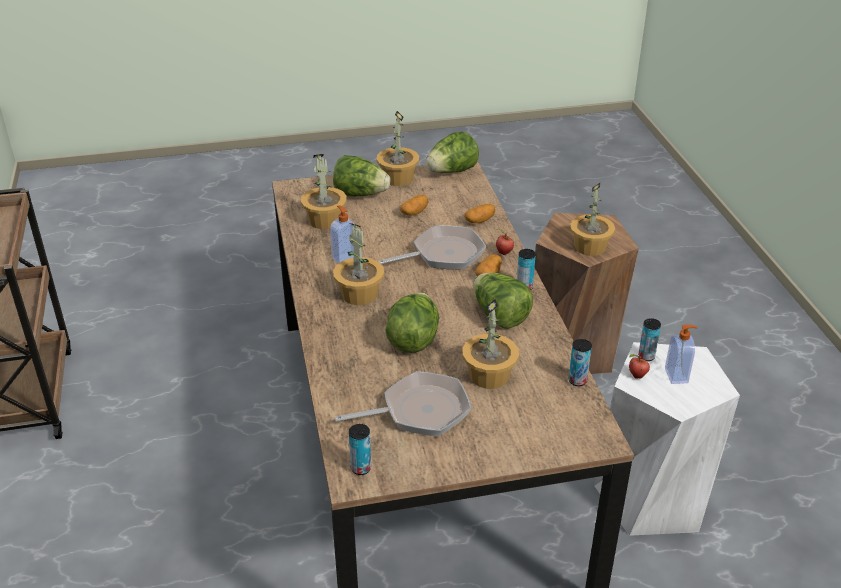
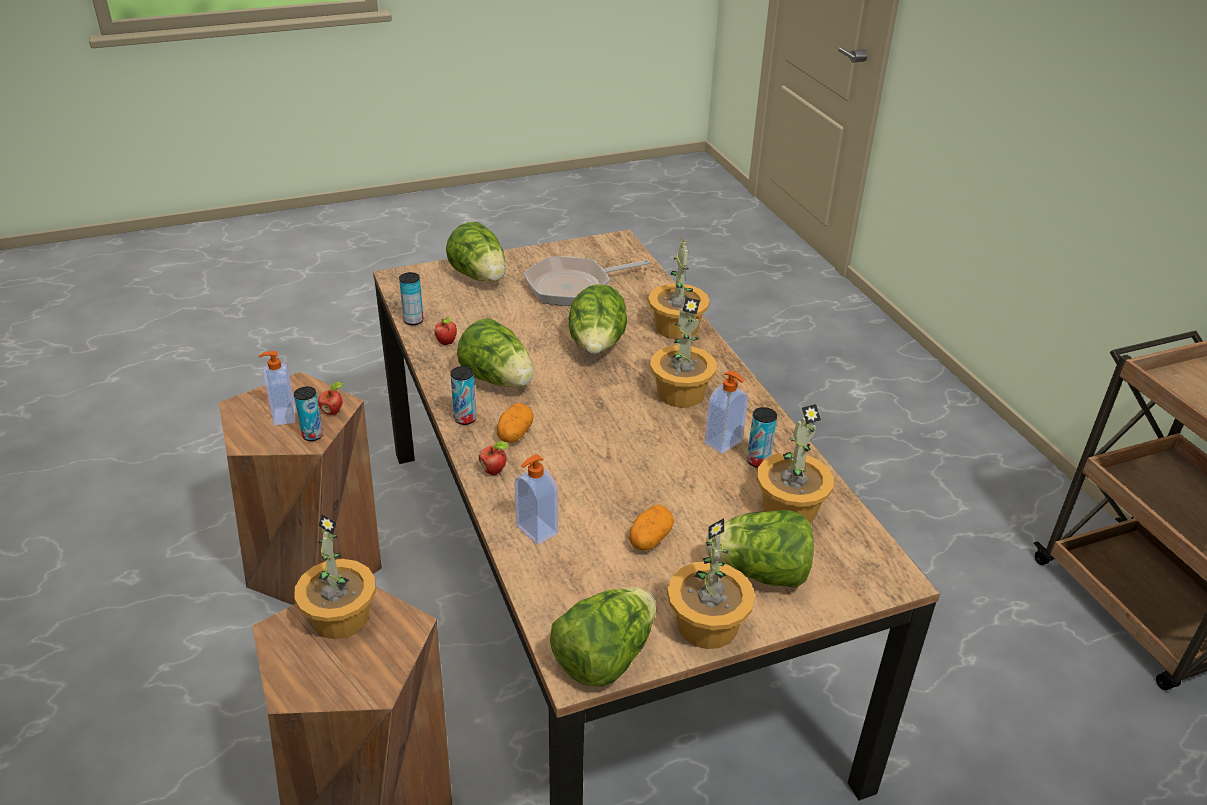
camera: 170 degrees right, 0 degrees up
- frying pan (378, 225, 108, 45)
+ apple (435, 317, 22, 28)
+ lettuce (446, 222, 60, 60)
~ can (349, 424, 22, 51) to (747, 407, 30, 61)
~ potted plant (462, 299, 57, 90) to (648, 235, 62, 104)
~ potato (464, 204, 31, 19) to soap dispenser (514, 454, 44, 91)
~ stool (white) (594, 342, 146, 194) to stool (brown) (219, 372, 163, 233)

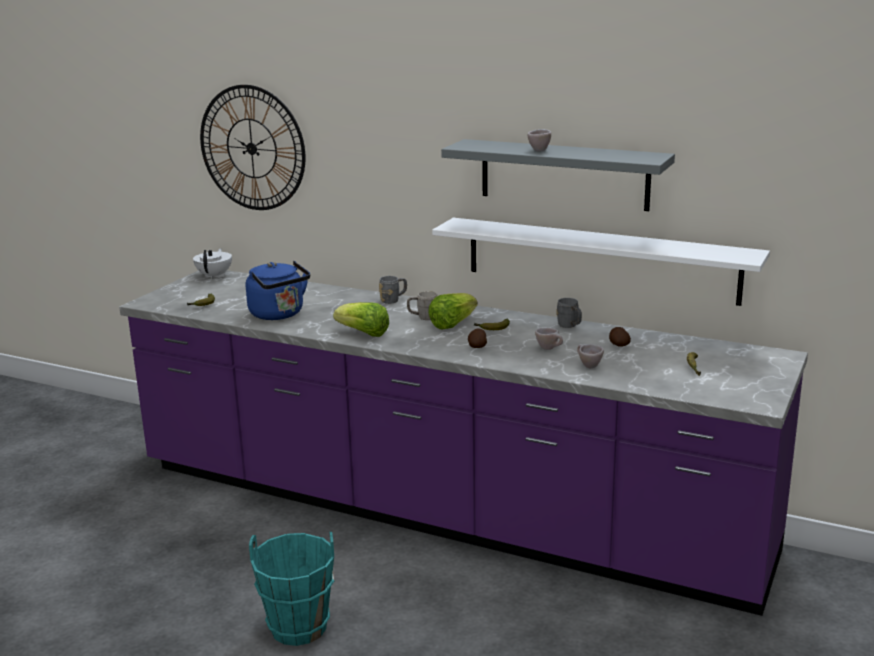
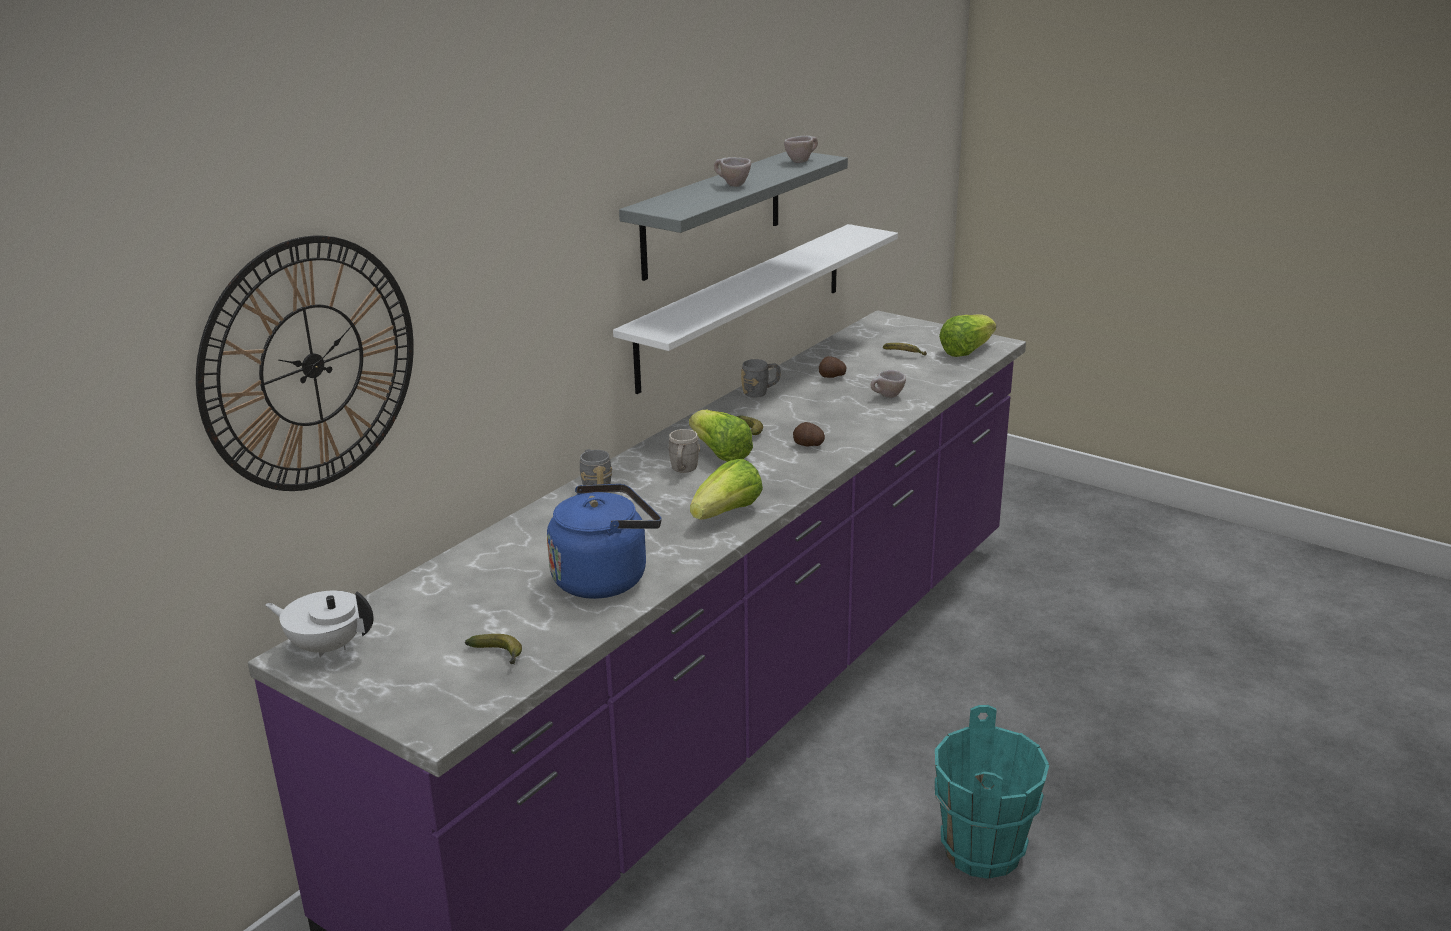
camera: 80 degrees left, 5 degrees up
+ lettuce (939, 314, 57, 43)
~ cup (beige) (535, 328, 28, 22) to (784, 136, 34, 27)

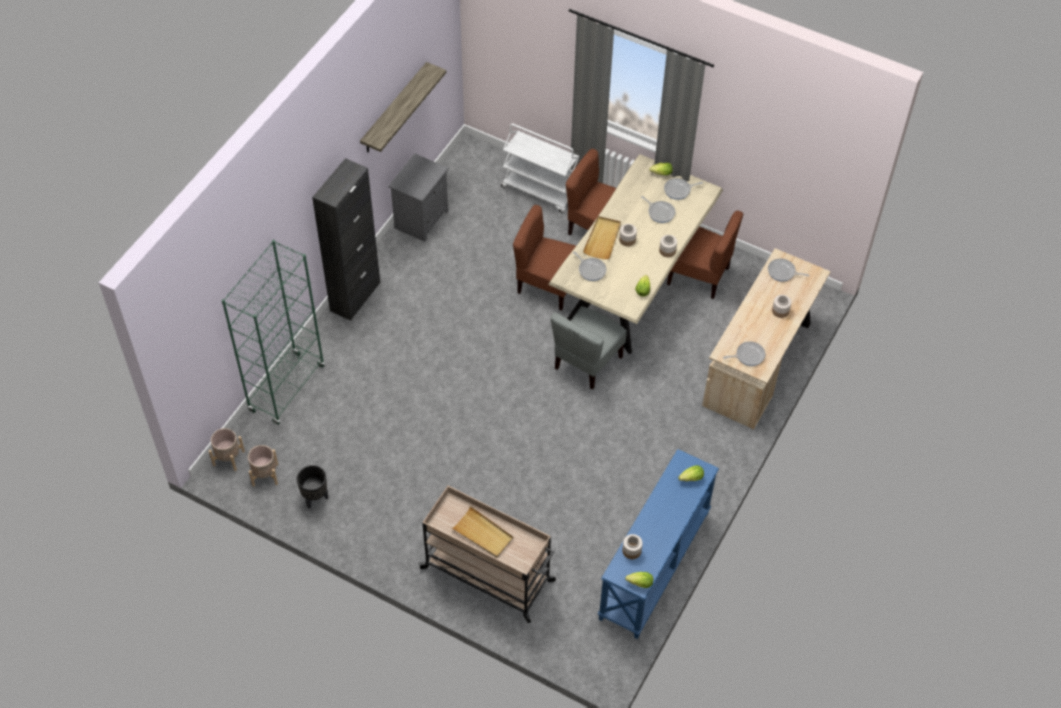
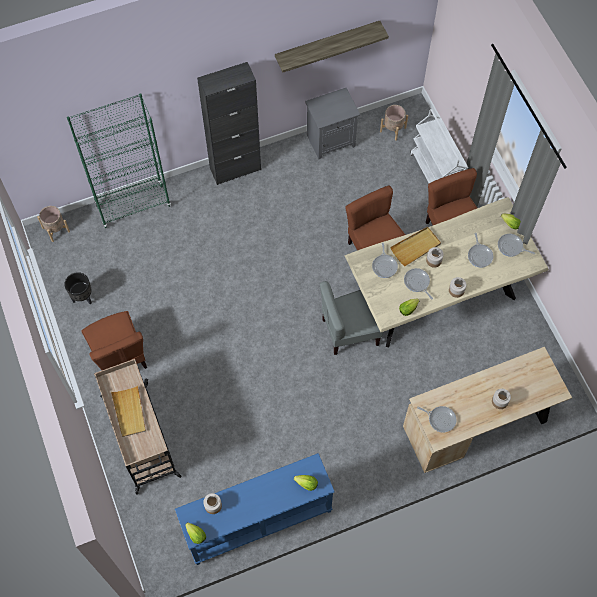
camera: 40 degrees right, 10 degrees up
~ planter (beige) (248, 445, 30, 42) to (380, 105, 28, 36)
~ chair (brown) (667, 211, 76, 88) to (82, 311, 65, 59)
~ frying pan (768, 258, 42, 23) to (404, 268, 29, 32)

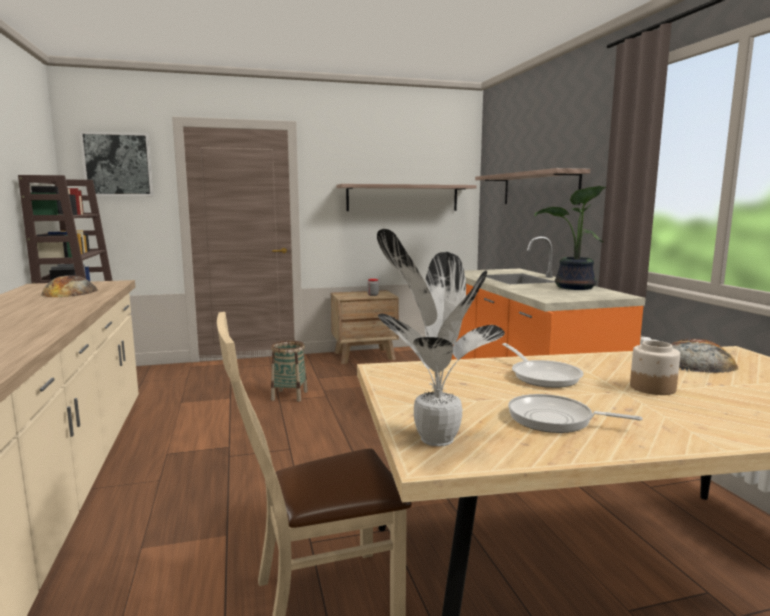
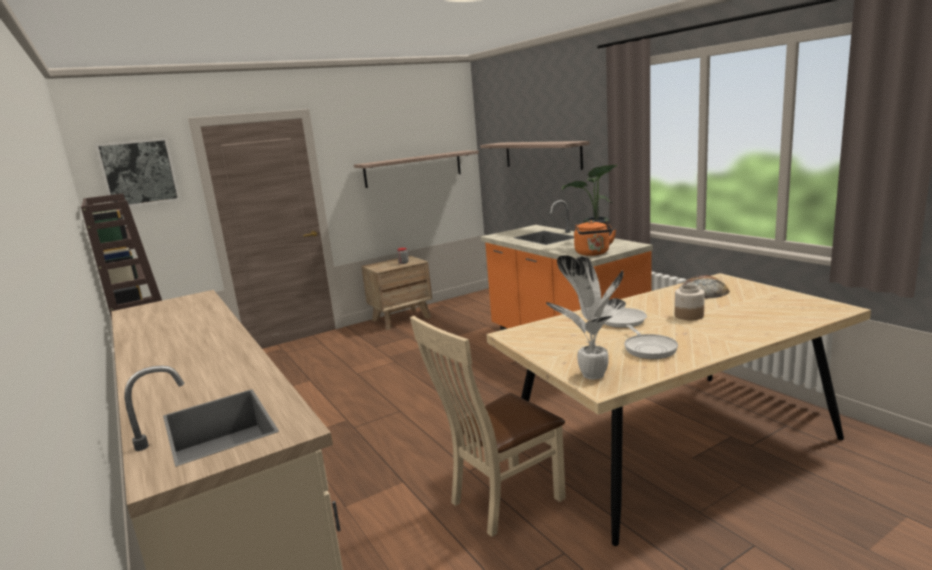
camera: 15 degrees left, 5 degrees up
- bread (41, 275, 57, 22)
- basket (271, 341, 37, 61)
+ kettle (orange) (574, 220, 42, 36)
~ frying pan (508, 394, 135, 39) = (624, 325, 54, 34) 105 degrees counterclockwise

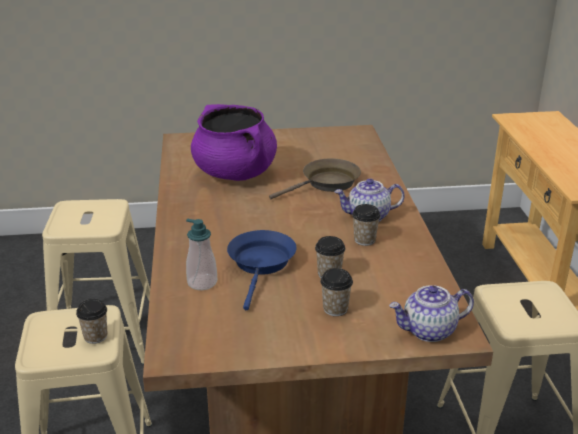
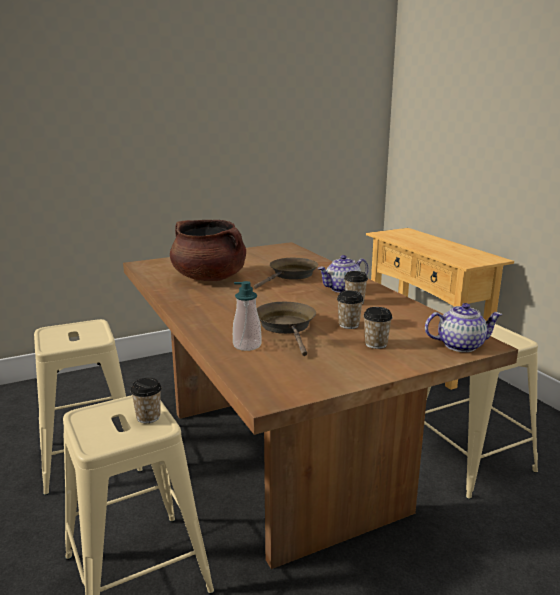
camera: 20 degrees left, 10 degrees down
~ cooking pot (purple) (191, 104, 86, 77) to cooking pot (brown) (170, 220, 76, 61)
~ frying pan (blue) (227, 230, 69, 80) to frying pan (brown) (257, 302, 59, 54)
~ teapot (389, 285, 85, 57) = (425, 303, 78, 49) 150 degrees counterclockwise

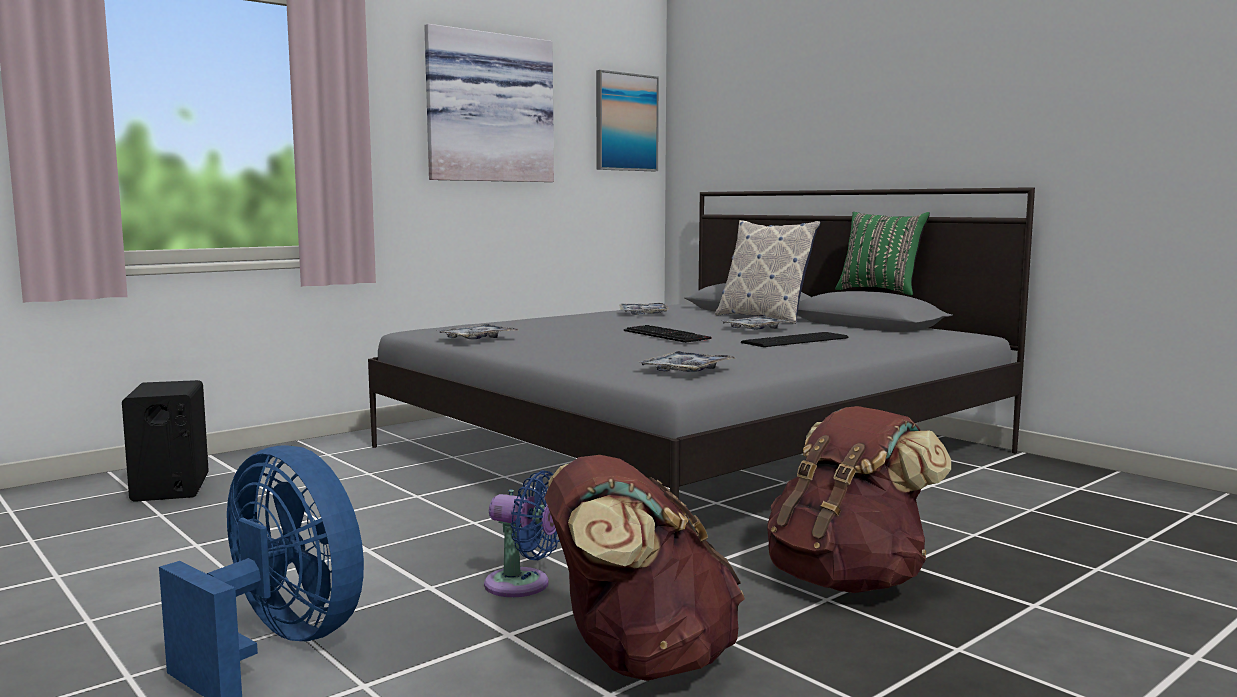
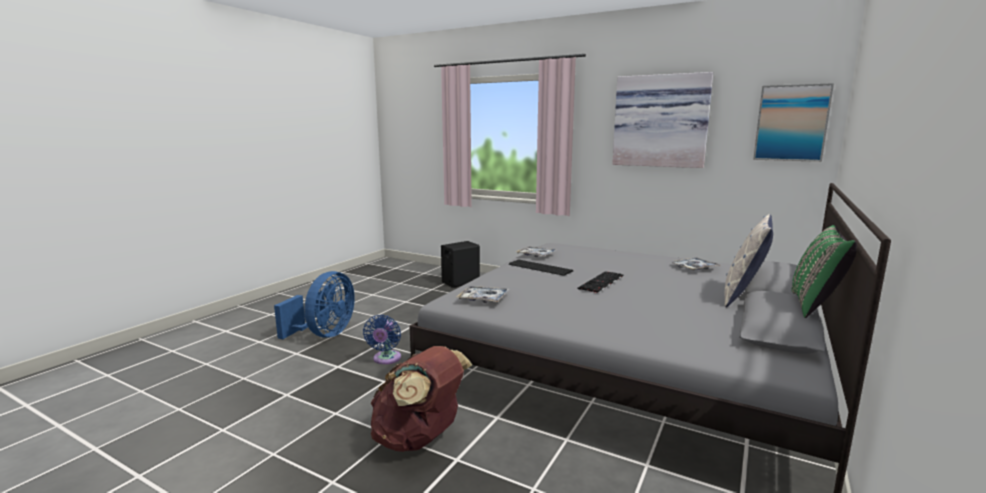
camera: 70 degrees right, 5 degrees up
- backpack (brown) (545, 455, 200, 226)
- tray (722, 316, 74, 13)
~ keyboard (741, 332, 107, 15) to (509, 259, 65, 17)

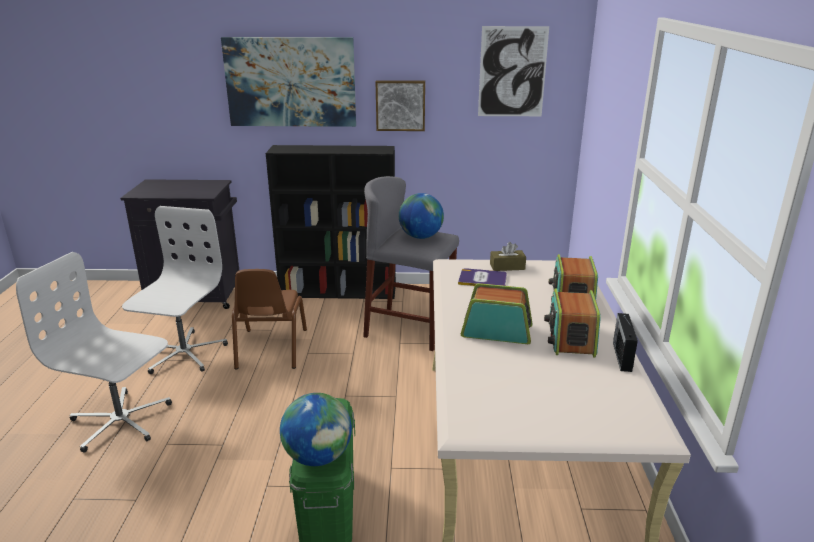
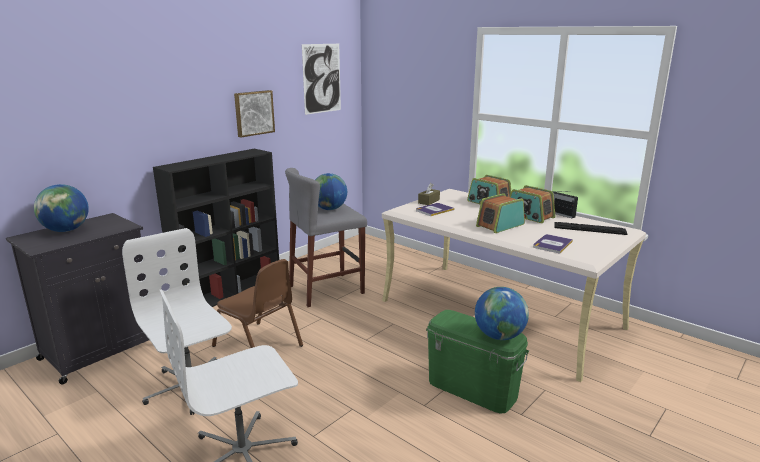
camera: 50 degrees left, 5 degrees down
- picture (221, 37, 135, 90)
+ globe (34, 184, 55, 48)
+ book (533, 234, 40, 20)
+ keyboard (554, 222, 73, 13)

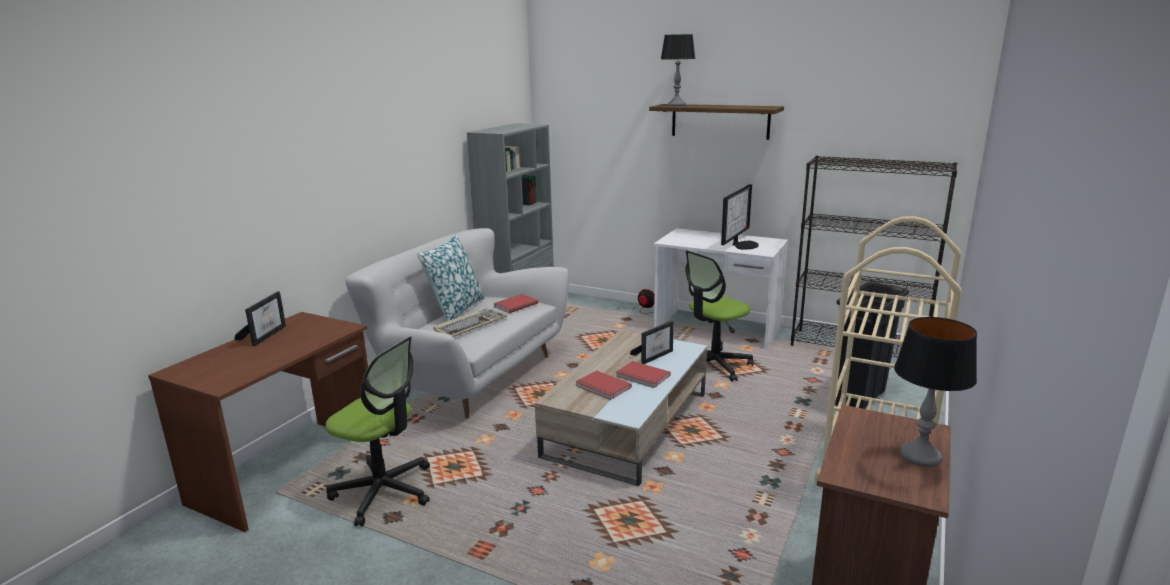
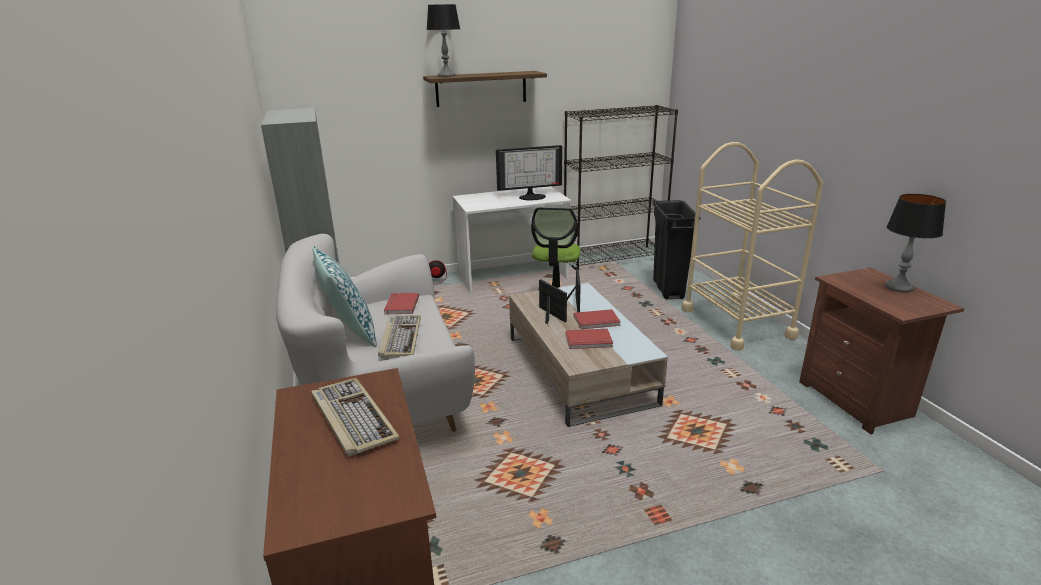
camera: 45 degrees left, 5 degrees up
- office chair (325, 337, 105, 190)
+ keyboard (311, 378, 88, 78)
~ picture frame (234, 292, 52, 54) to (539, 280, 28, 44)
~ monitor (721, 184, 38, 66) = (496, 145, 66, 55) 90 degrees clockwise

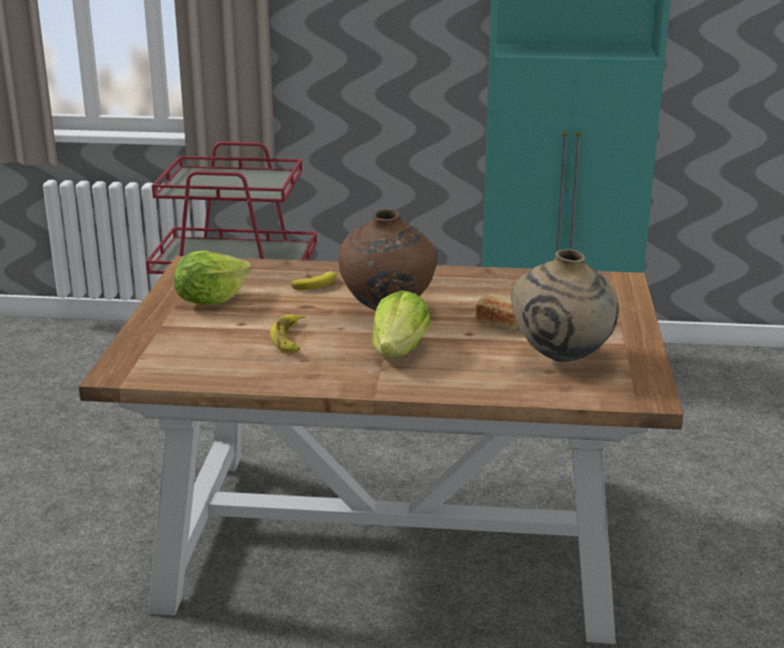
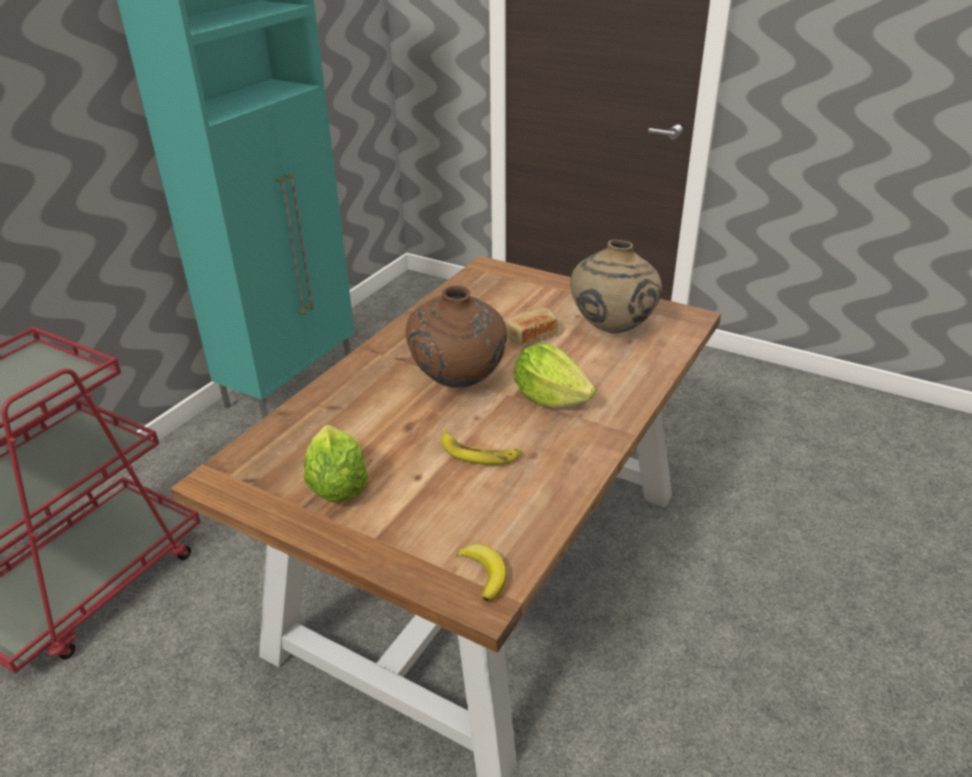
camera: 65 degrees left, 10 degrees up
~ banana (291, 271, 46, 19) to (457, 544, 50, 57)

